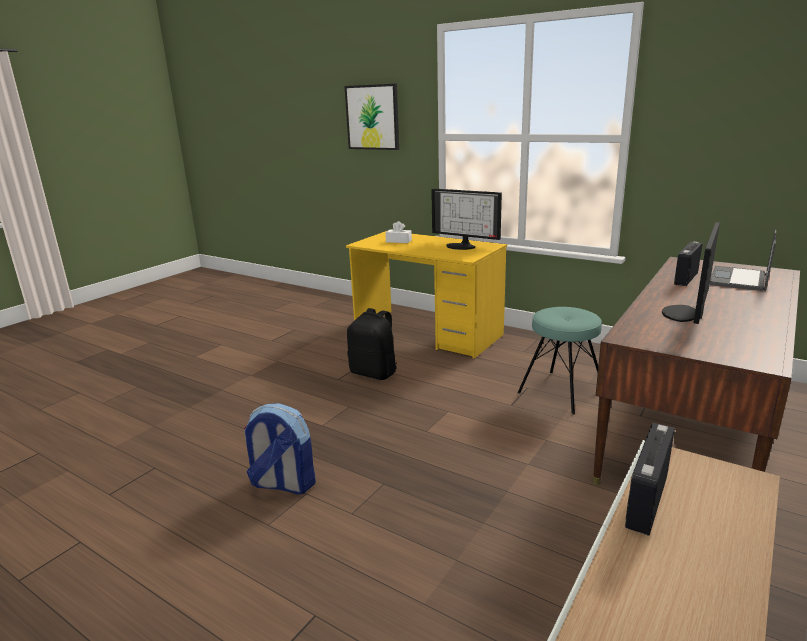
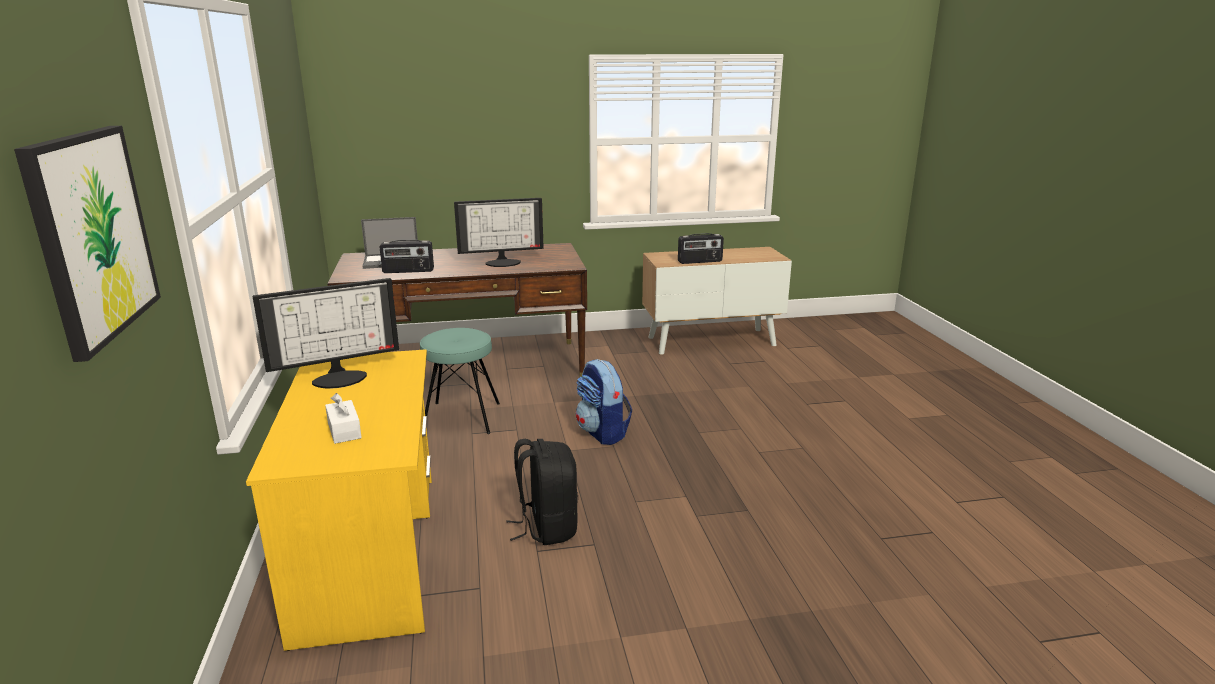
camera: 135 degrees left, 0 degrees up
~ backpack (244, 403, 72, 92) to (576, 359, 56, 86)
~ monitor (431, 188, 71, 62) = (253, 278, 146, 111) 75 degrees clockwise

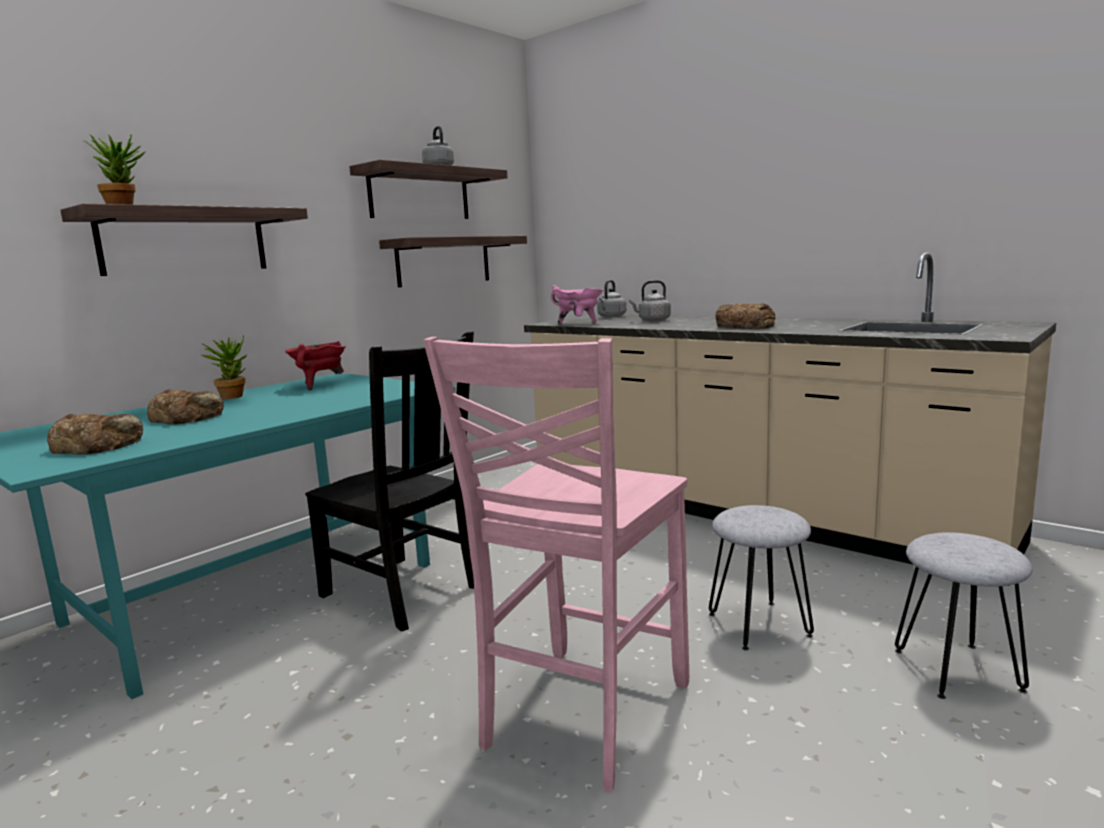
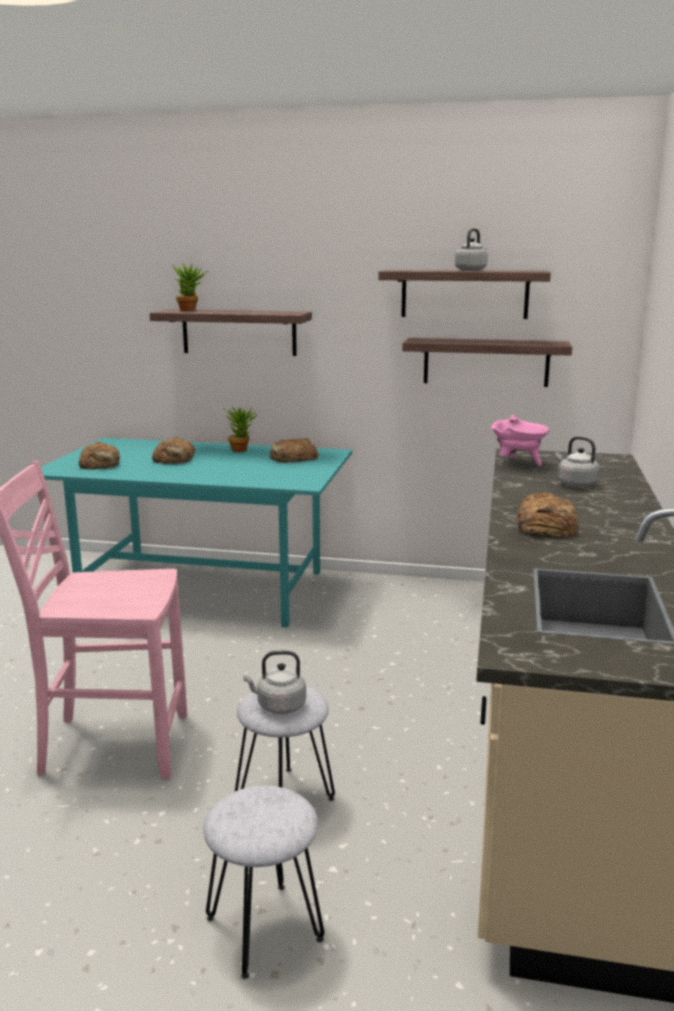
camera: 60 degrees right, 5 degrees up
- chair (black) (305, 331, 169, 301)
~ kettle (grey) (597, 280, 29, 37) to (243, 651, 63, 63)
~ cooking pot (red) (285, 341, 61, 49) to bread (270, 438, 49, 25)

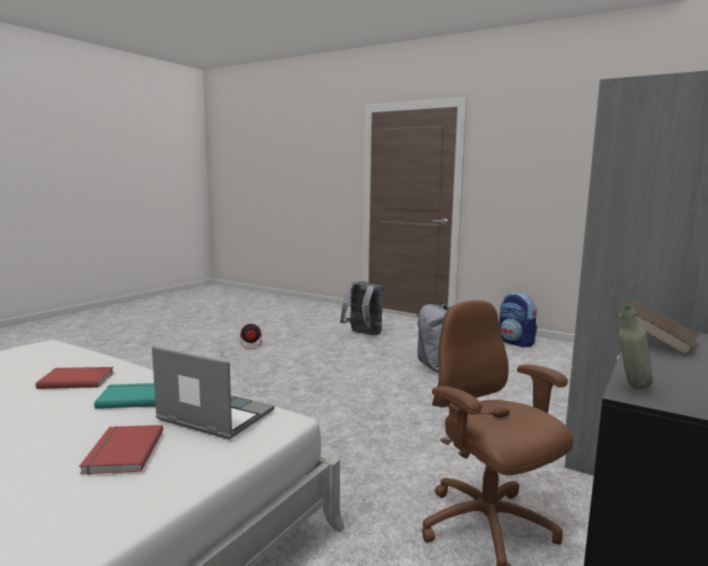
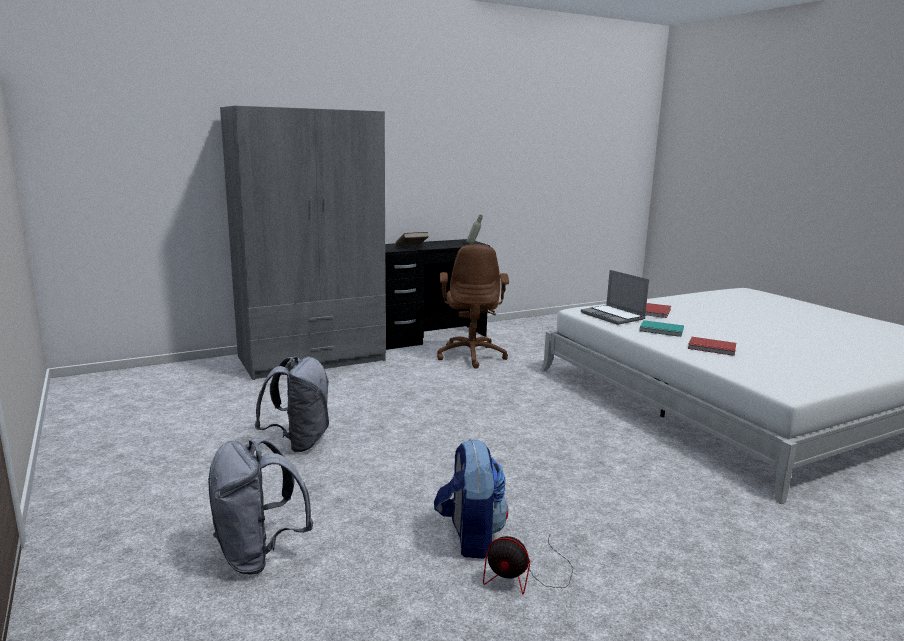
camera: 150 degrees left, 5 degrees up
~ backpack (499, 292, 38, 55) to (434, 439, 74, 120)

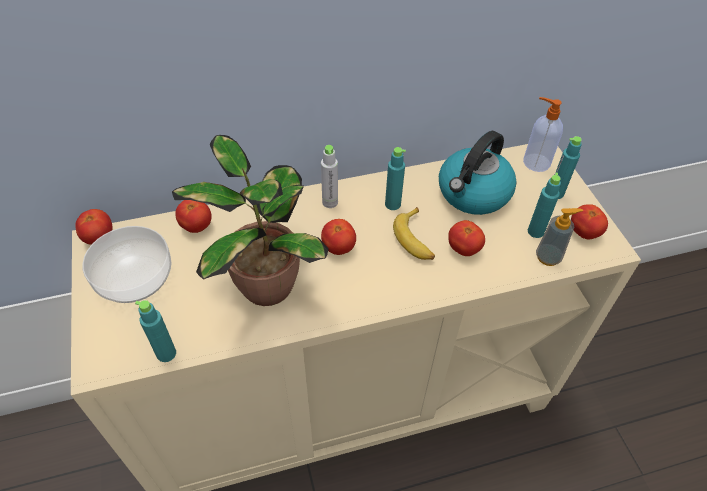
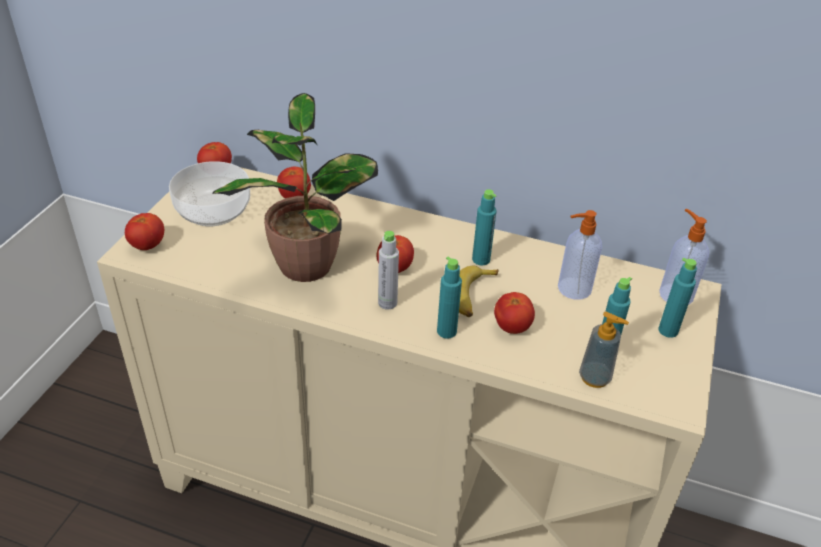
camera: 35 degrees right, 10 degrees down
~ bottle (turquoise) (135, 300, 41, 62) to (437, 256, 25, 83)
~ bottle (grey) (321, 145, 17, 63) to (378, 231, 21, 79)
~ tomato (571, 204, 37, 35) to (125, 213, 39, 37)
~ kettle (439, 131, 77, 84) to soap dispenser (558, 210, 44, 90)

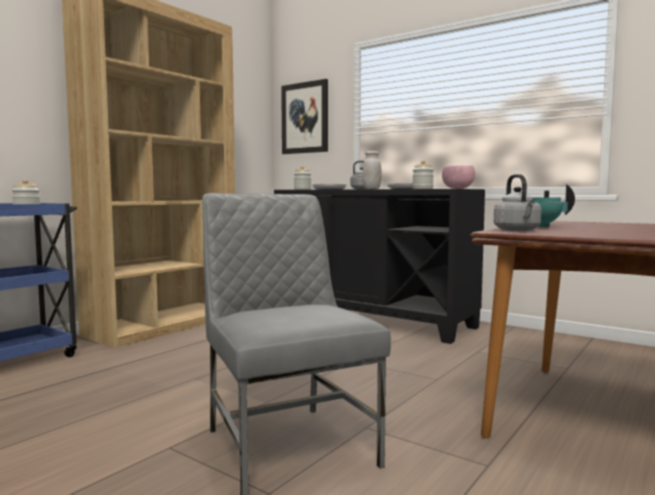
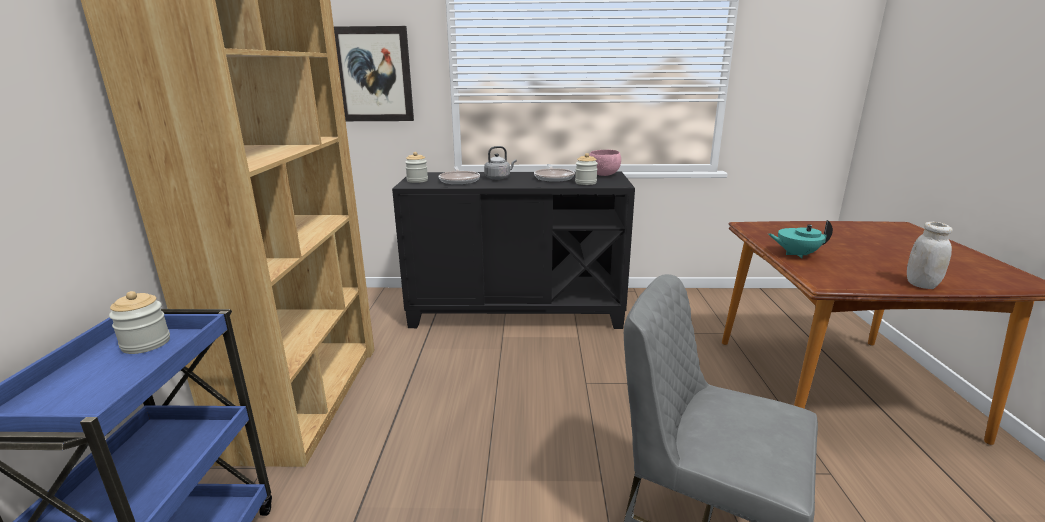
camera: 35 degrees left, 15 degrees up
- kettle (grey) (494, 174, 48, 57)
~ jar (white) (362, 151, 20, 38) to (907, 222, 46, 67)

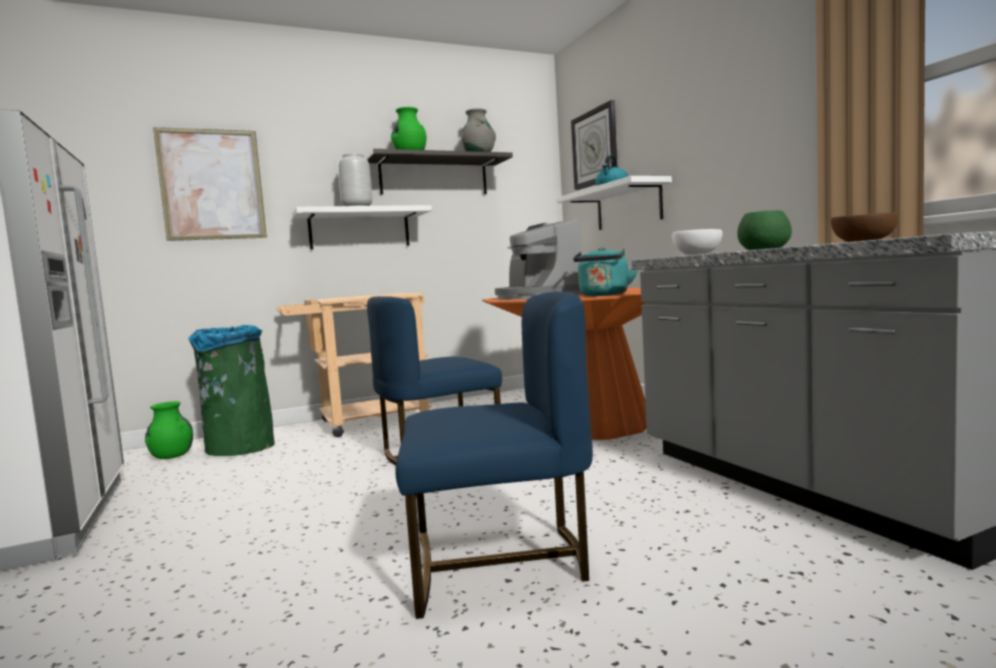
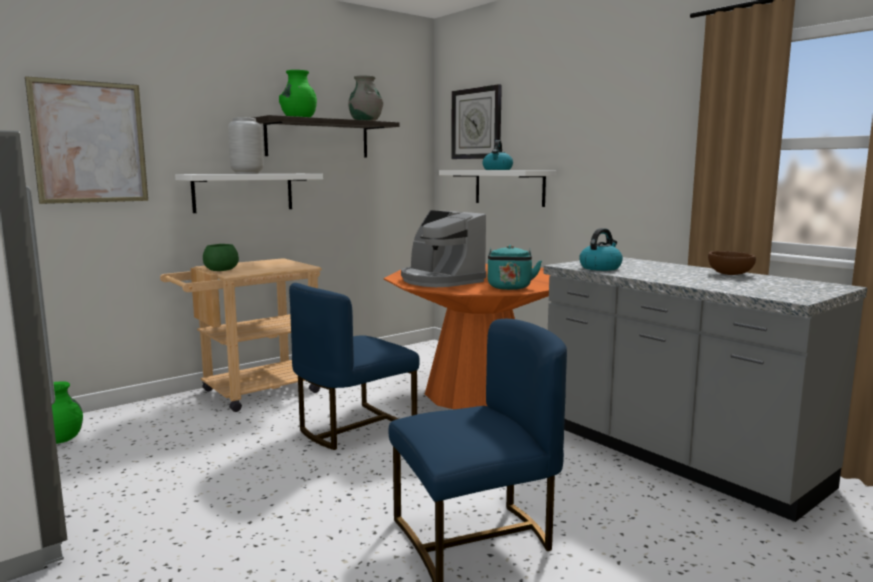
camera: 15 degrees left, 5 degrees up
- trash can (green) (188, 325, 87, 131)
~ bowl (green) (737, 210, 55, 40) to (203, 244, 36, 27)
~ bowl (white) (672, 229, 51, 26) to kettle (579, 228, 44, 43)

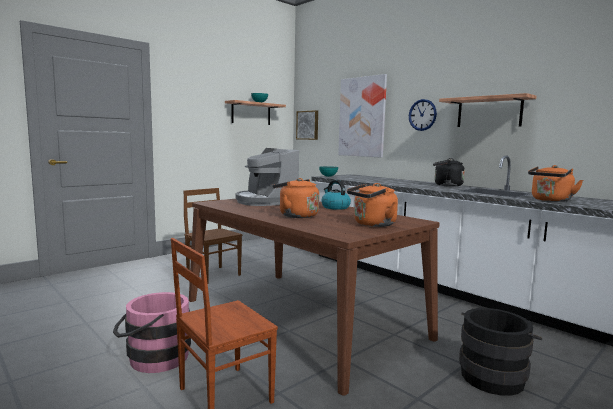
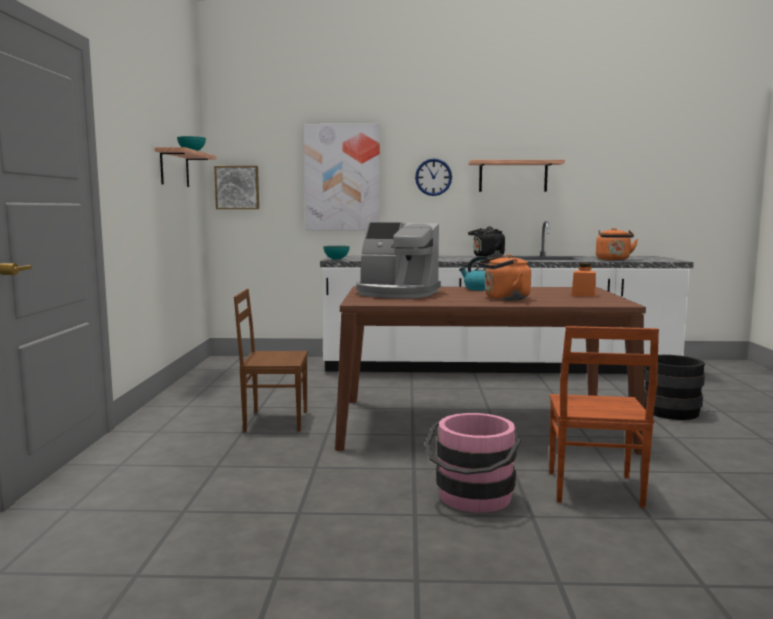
camera: 45 degrees left, 0 degrees up
~ kettle (orange) (347, 183, 51, 44) to jar (orange) (571, 263, 25, 34)

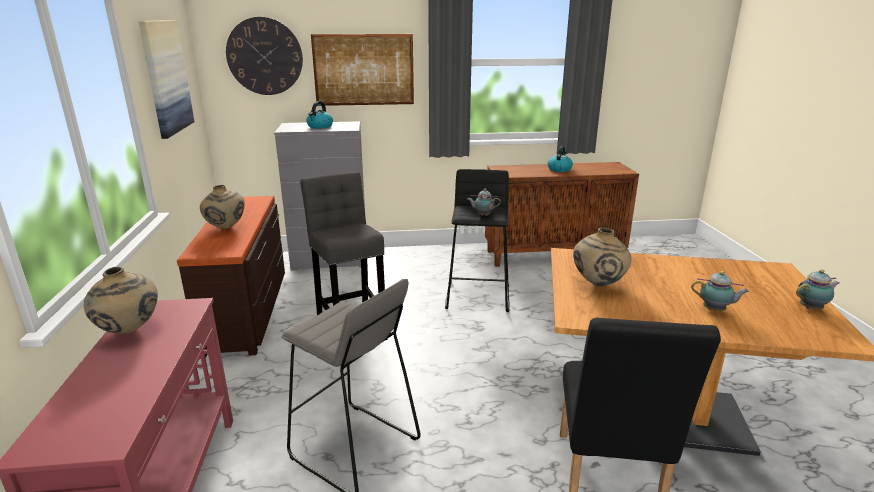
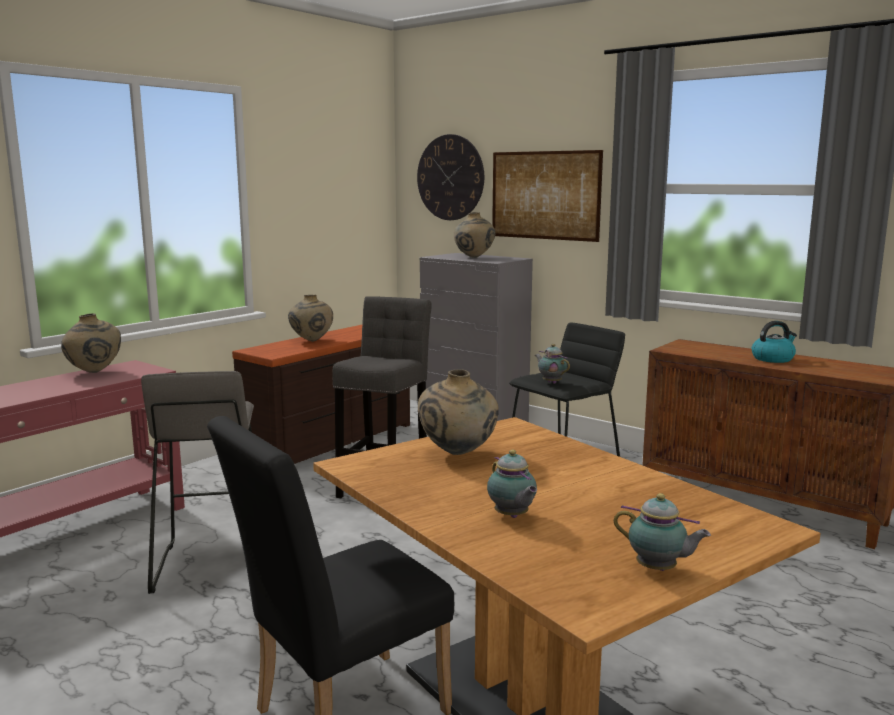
camera: 45 degrees right, 10 degrees down
- picture (139, 20, 56, 119)
~ kettle (306, 101, 27, 28) to vase (beige) (454, 212, 41, 46)

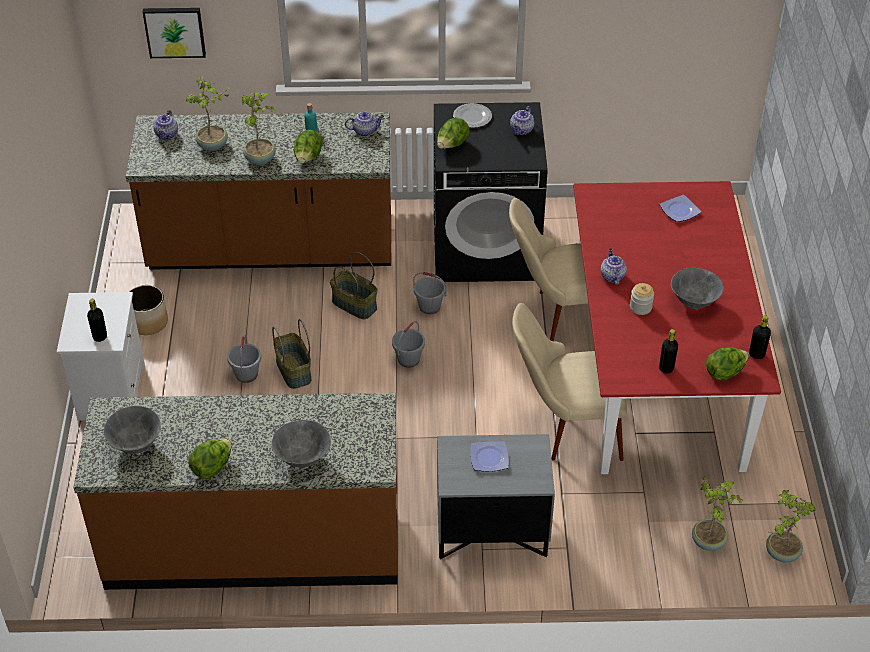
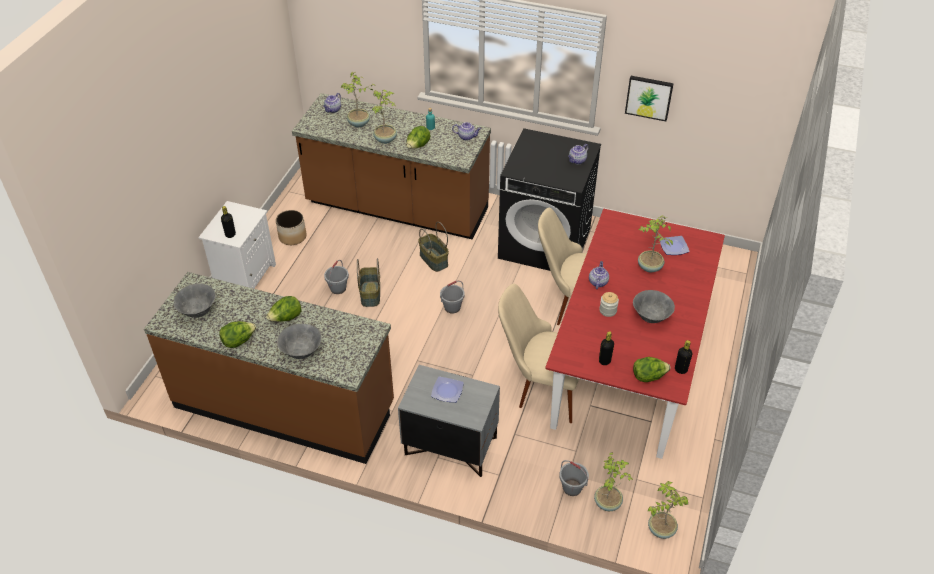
camera: 20 degrees right, 0 degrees up
- plate (453, 103, 39, 25)
+ potted plant (638, 215, 35, 57)
~ picture (143, 8, 63, 50) to (625, 76, 49, 45)
~ bucket (grey) (413, 272, 34, 42) to (559, 460, 30, 36)
~ lettuce (437, 117, 33, 32) to (266, 296, 35, 26)

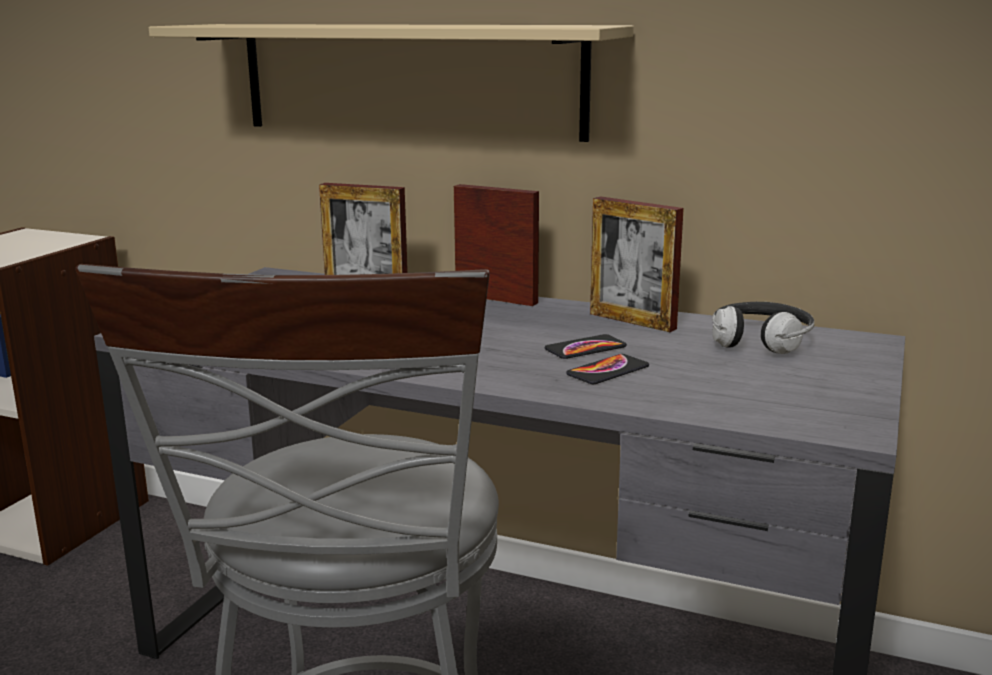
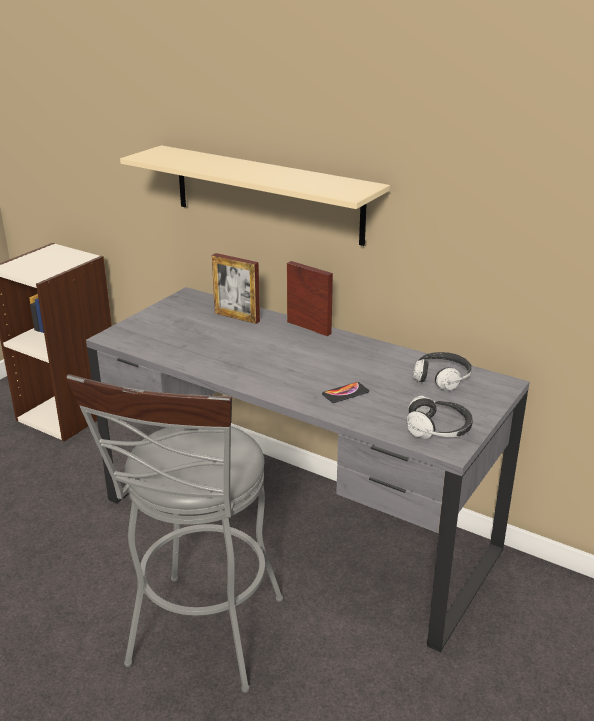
camera: 10 degrees right, 10 degrees up
- phone (545, 334, 82, 25)
- picture frame (590, 196, 94, 136)
+ headphones (407, 396, 66, 43)

